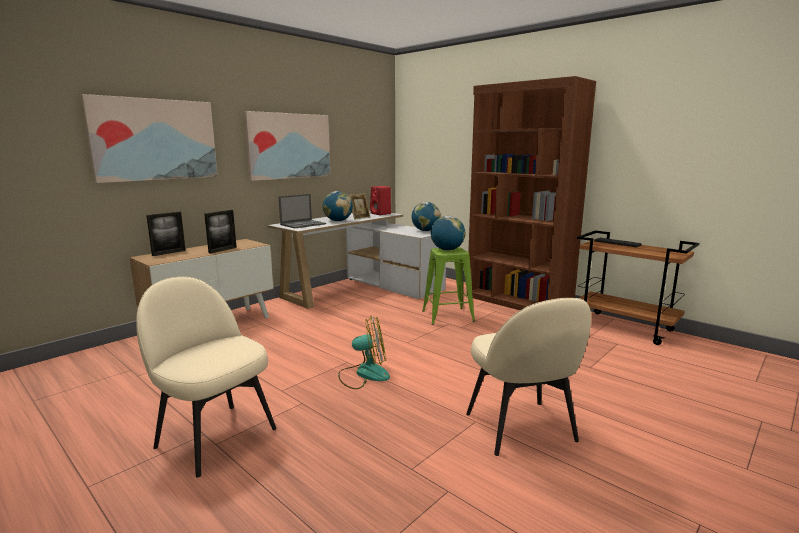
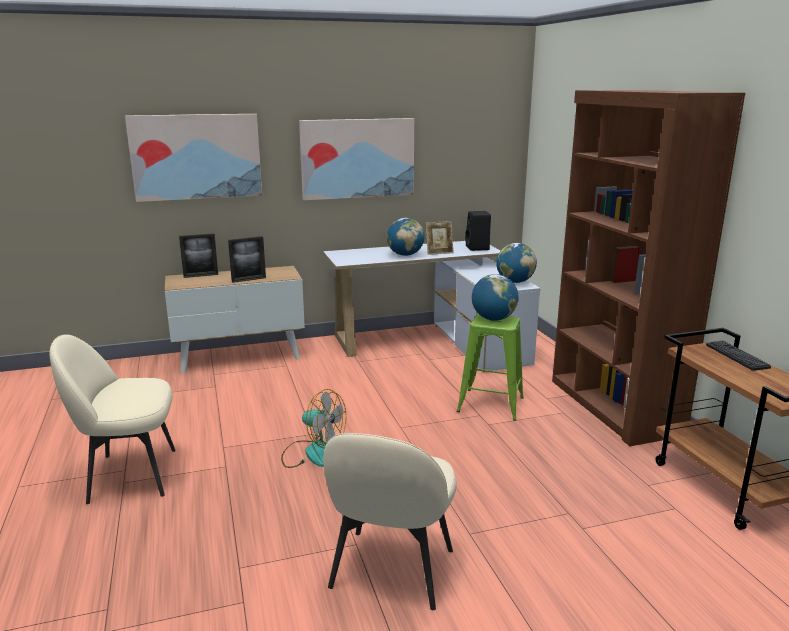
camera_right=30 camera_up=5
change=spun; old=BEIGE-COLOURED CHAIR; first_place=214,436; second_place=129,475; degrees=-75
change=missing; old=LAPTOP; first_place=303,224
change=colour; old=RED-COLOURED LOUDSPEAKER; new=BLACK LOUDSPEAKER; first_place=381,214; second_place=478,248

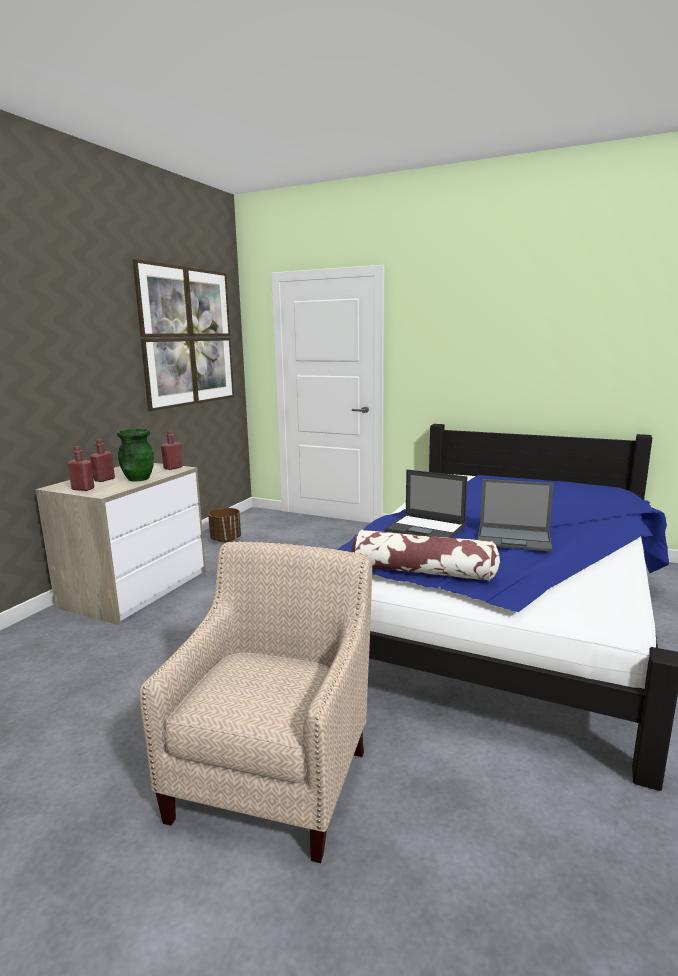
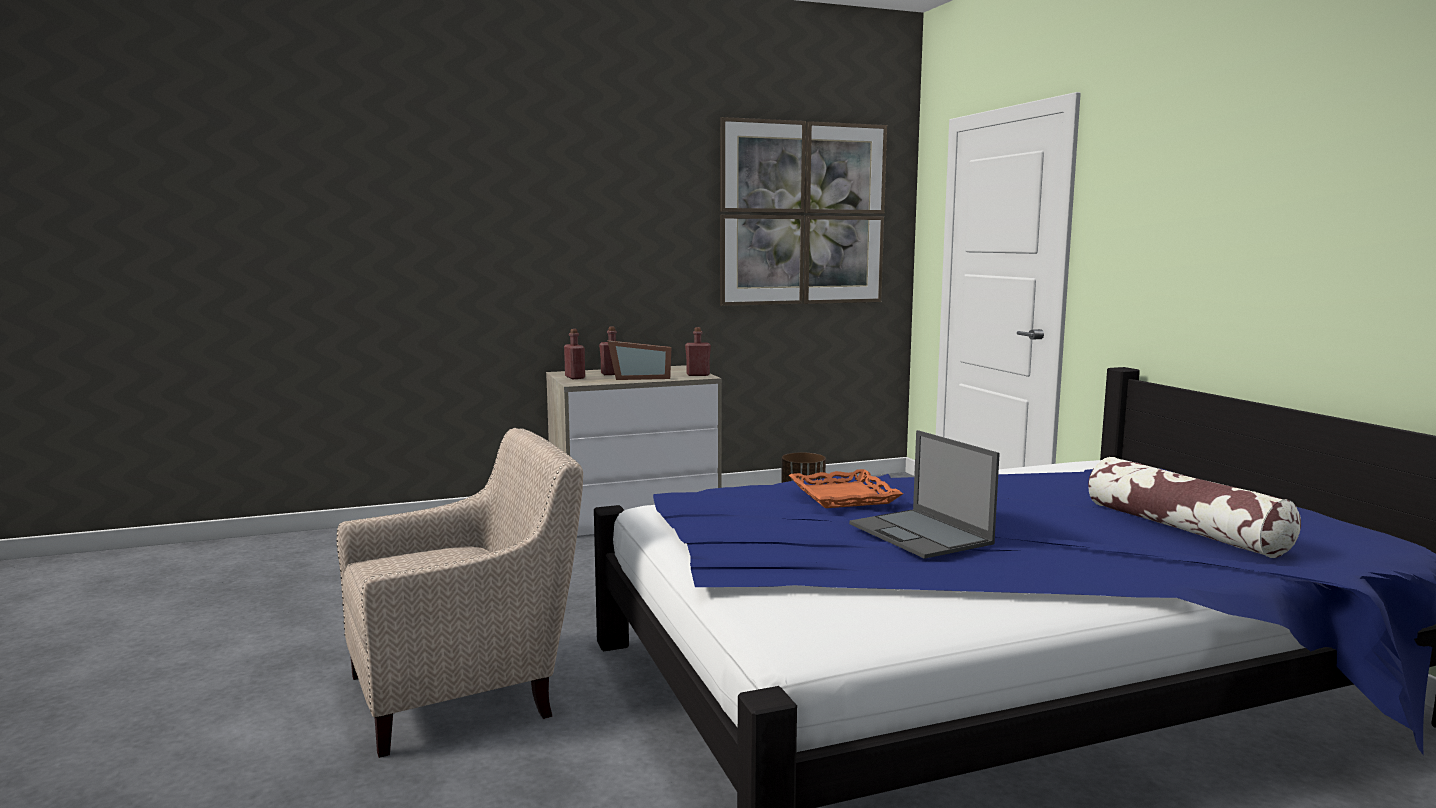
camera_right=45 camera_up=-5
change=exchanged; old=GREEN FLOWER VASE; new=STANDING FRAME; first_place=138,478; second_place=639,378
change=relocated; old=CUSHION; first_place=422,572; second_place=1182,529
change=exchanged; old=LAPTOP; new=ORANGE-COLOURED CARRYING TRAY; first_place=426,529; second_place=844,496

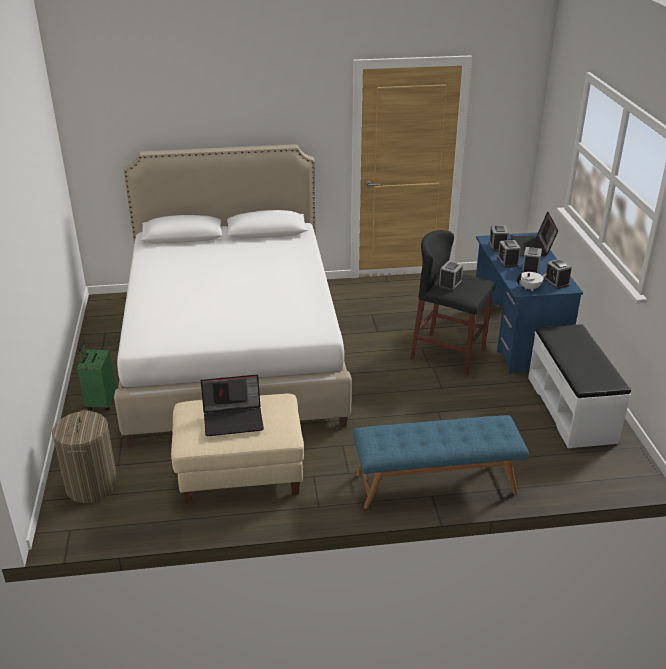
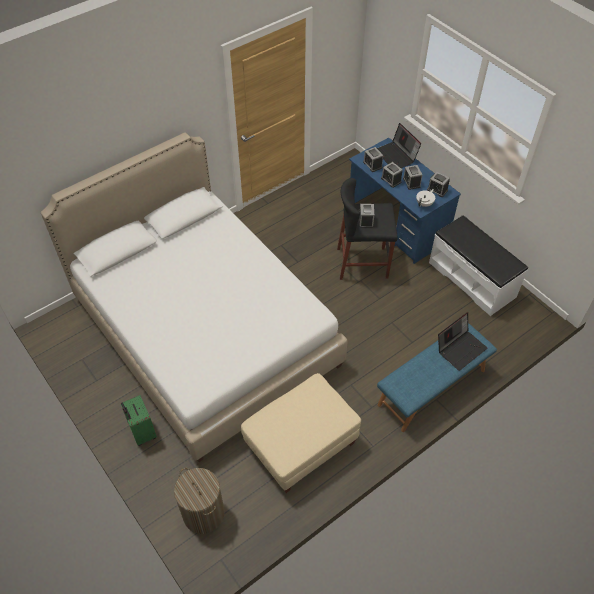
camera_right=-30 camera_up=20
change=relocated; old=LAPTOP; first_place=234,419; second_place=460,348

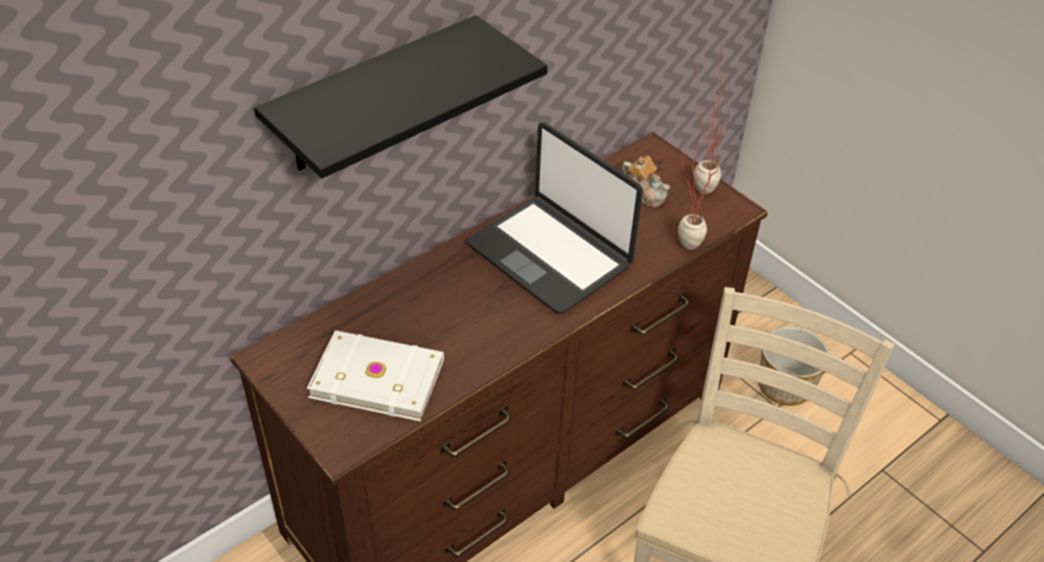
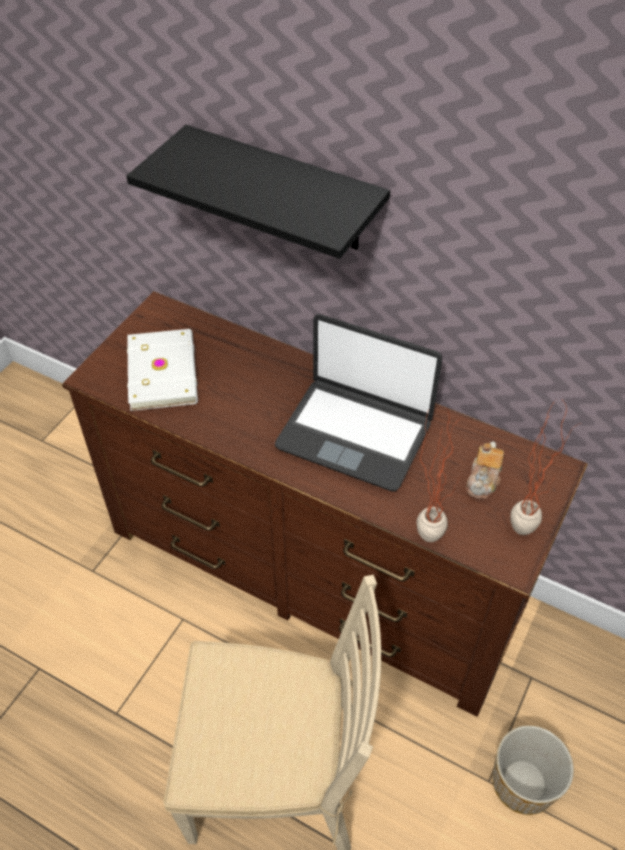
camera_right=70 camera_up=5
change=spun; old=LAPTOP; first_place=550,254; second_place=355,434; degrees=-90

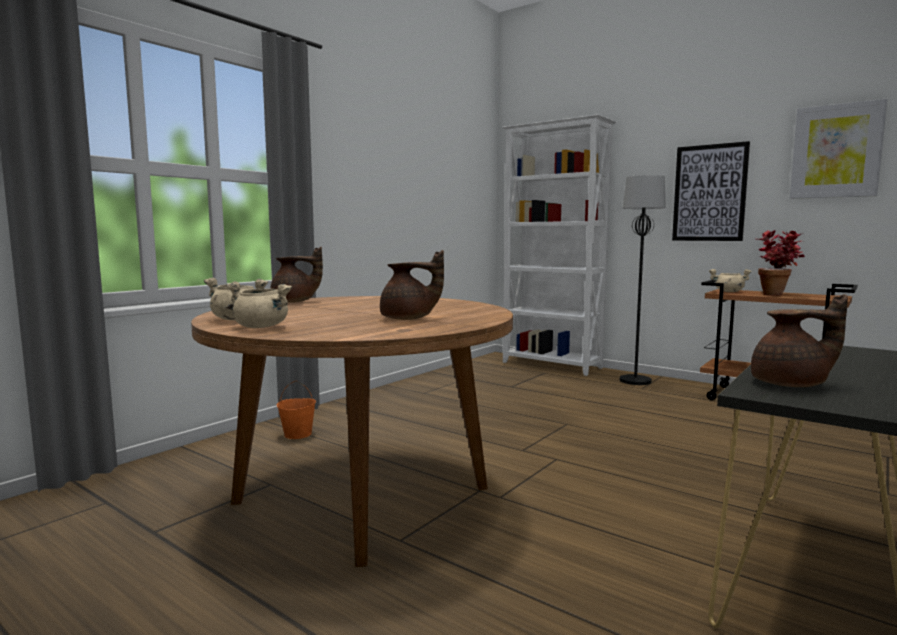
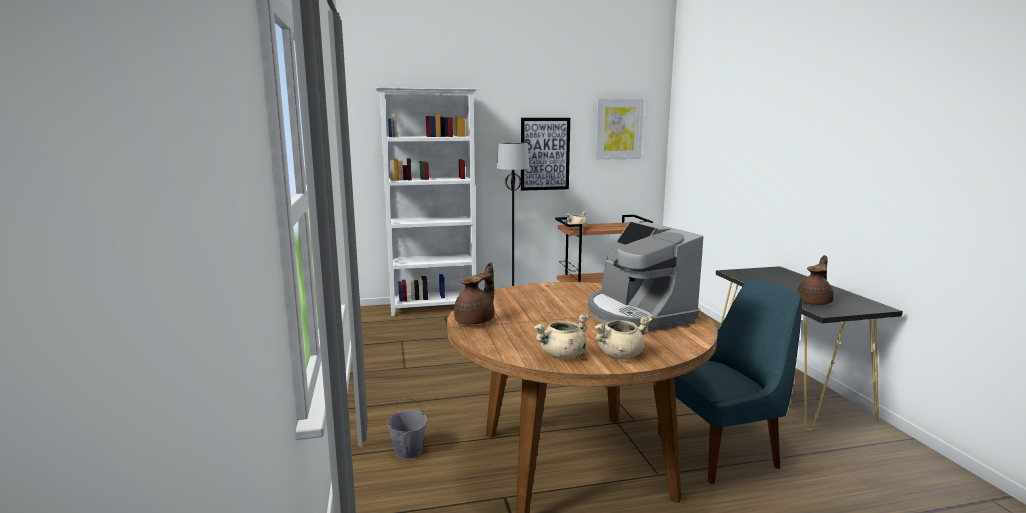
camera_right=-50 camera_up=5
change=colour; old=ORANGE-COLOURED BUCKET; new=GREY BUCKET; first_place=298,434; second_place=408,451
change=exchanged; old=BROWNISH TEA POT; new=COFFEE BREWER; first_place=408,319; second_place=637,314
change=missing; old=HOUSEPLANT; first_place=777,294
change=appeared; new=BLUE CHAIR; second_place=720,450

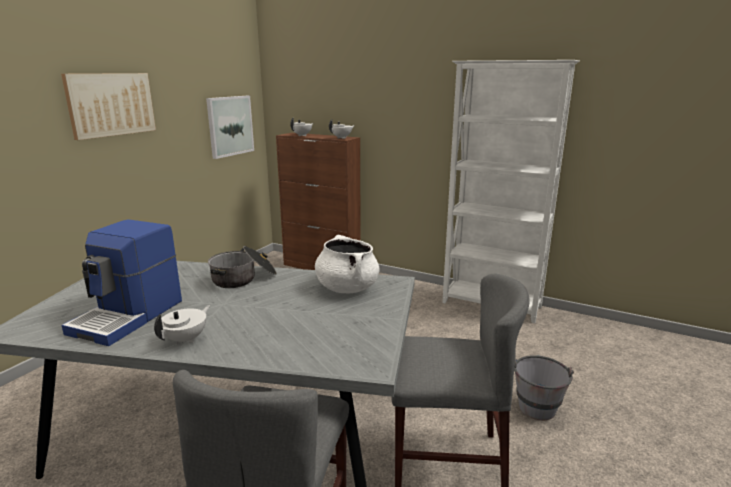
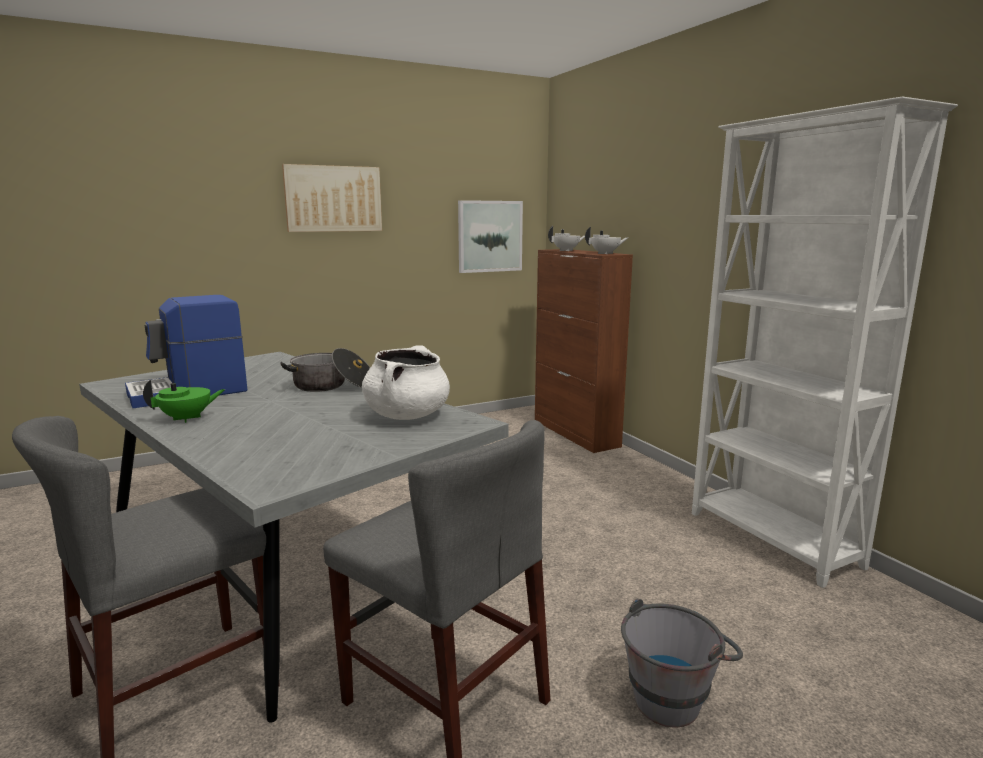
camera_right=35 camera_up=-5
change=colour; old=WHITE TEA POT; new=GREEN TEA POT; first_place=186,339; second_place=187,418

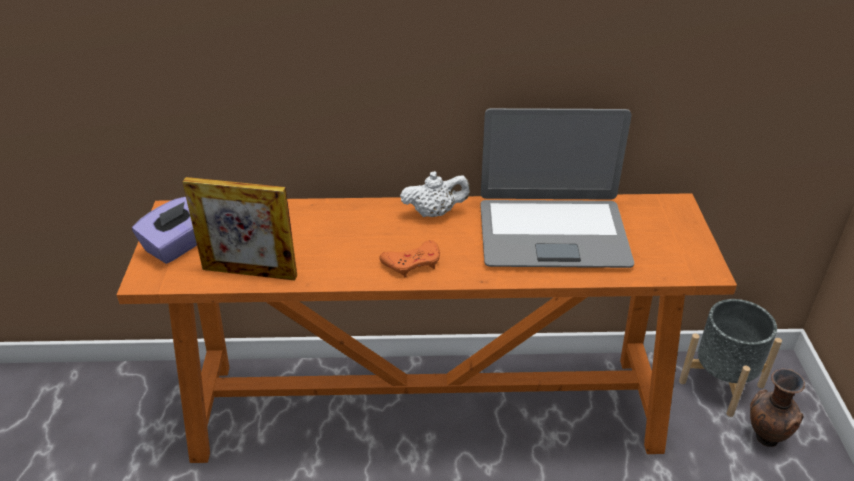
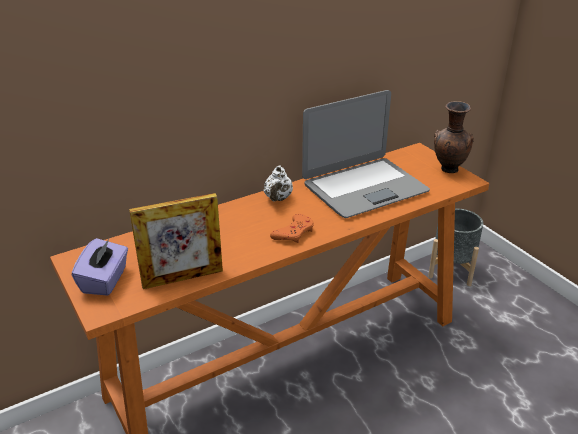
camera_right=-30 camera_up=-5
change=spun; old=WHITE TEA POT; first_place=435,213; second_place=278,199; degrees=135
change=relocated; old=BROWNISH FLOWER VASE; first_place=764,438; second_place=448,170

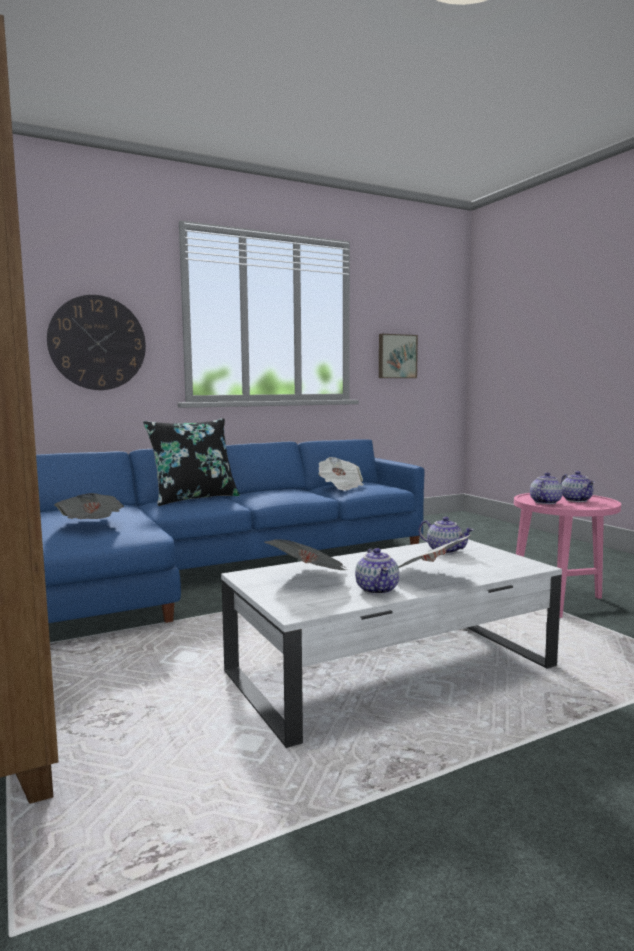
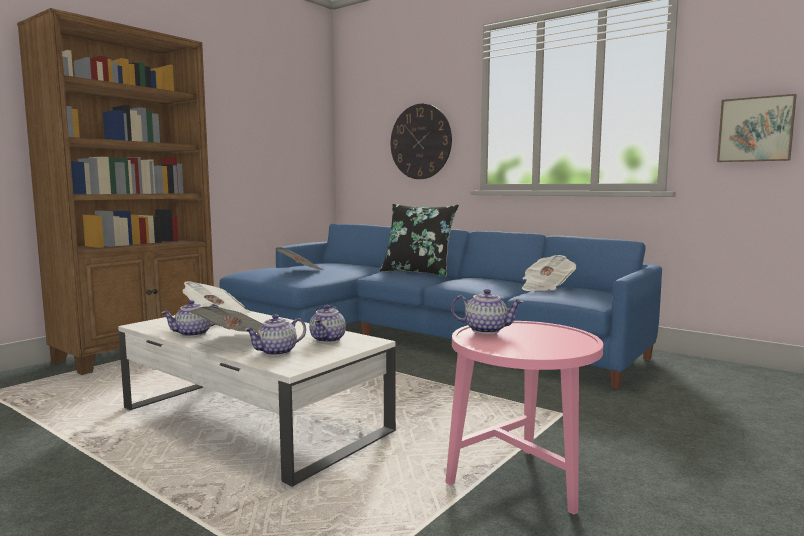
camera_right=65 camera_up=0
change=relocated; old=TEA POT; first_place=577,500; second_place=277,352

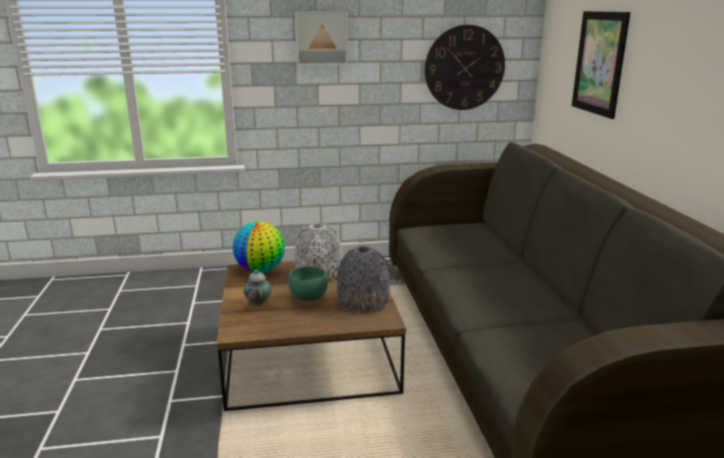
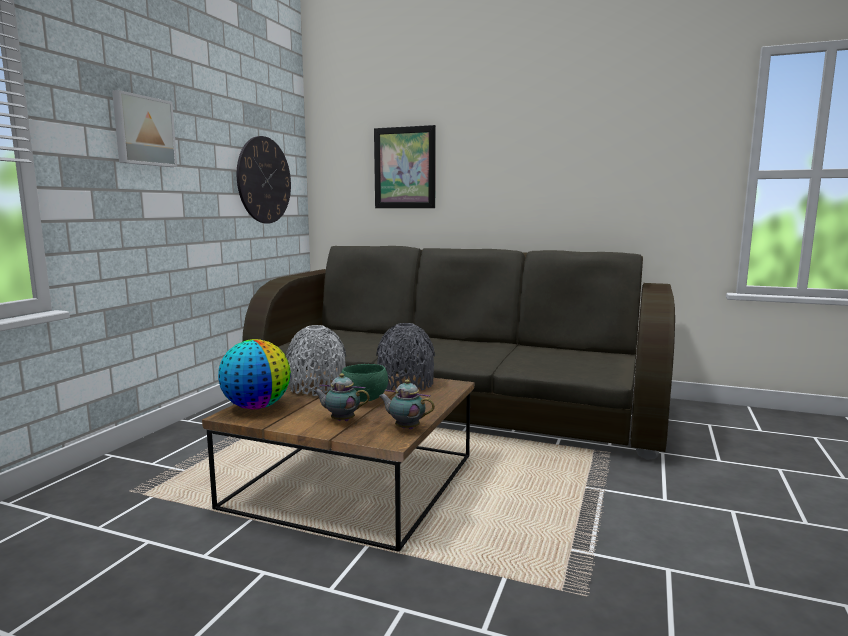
camera_right=-60 camera_up=-10
change=appeared; new=TEA POT; second_place=405,428

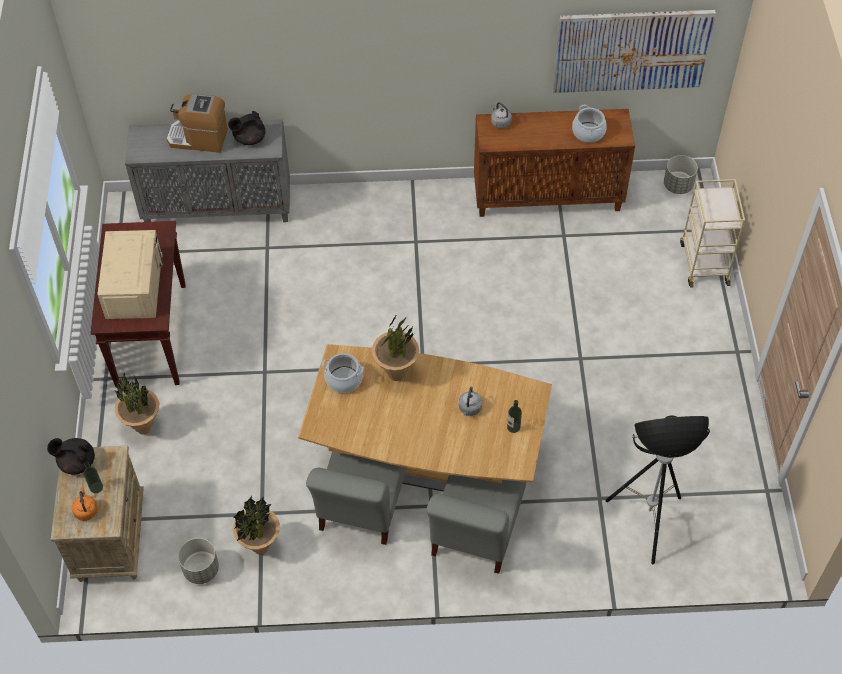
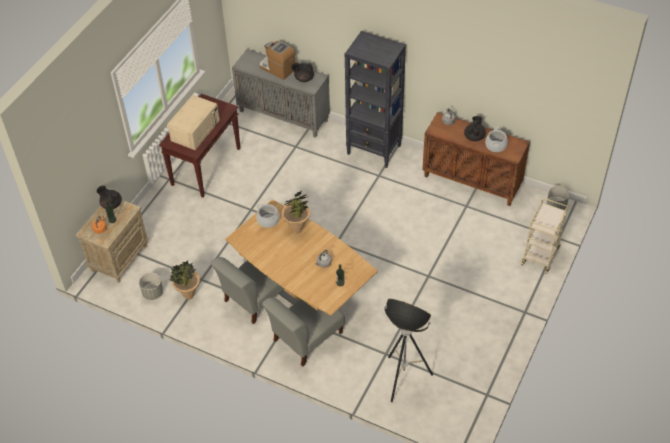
camera_right=30 camera_up=-5
change=missing; old=HOUSEPLANT; first_place=143,428
change=missing; old=WALL PICTURE; first_place=631,50
change=appeared; new=BLACK BOOKCASE; second_place=374,150
change=appeared; new=BLACK TEA POT; second_place=474,137

